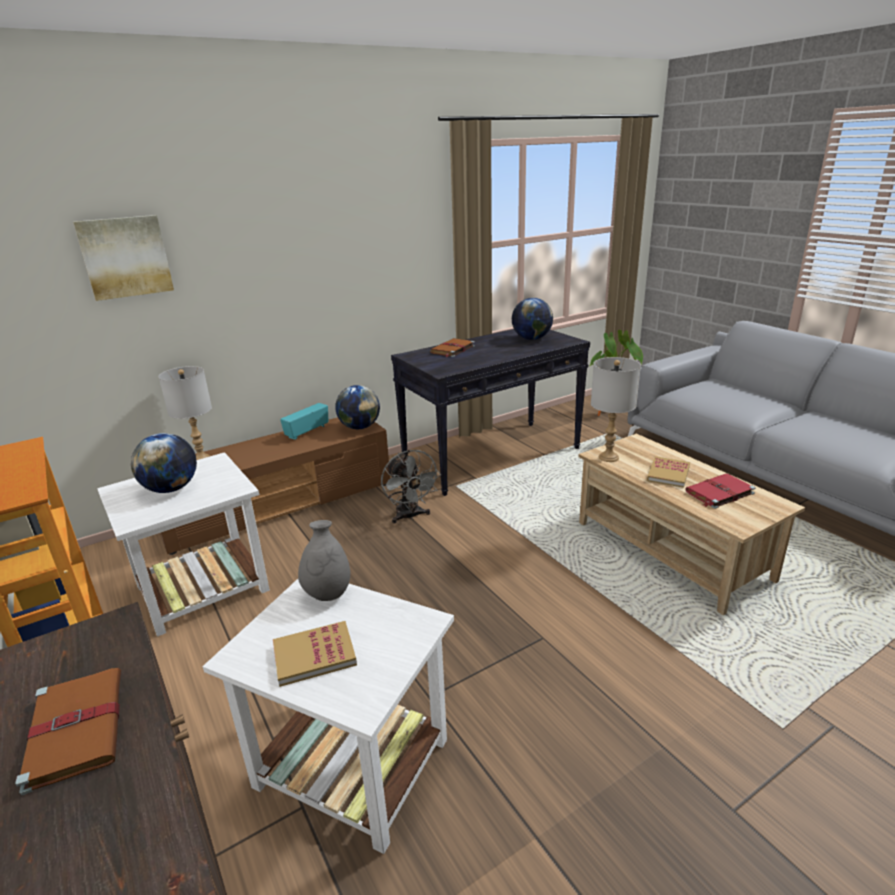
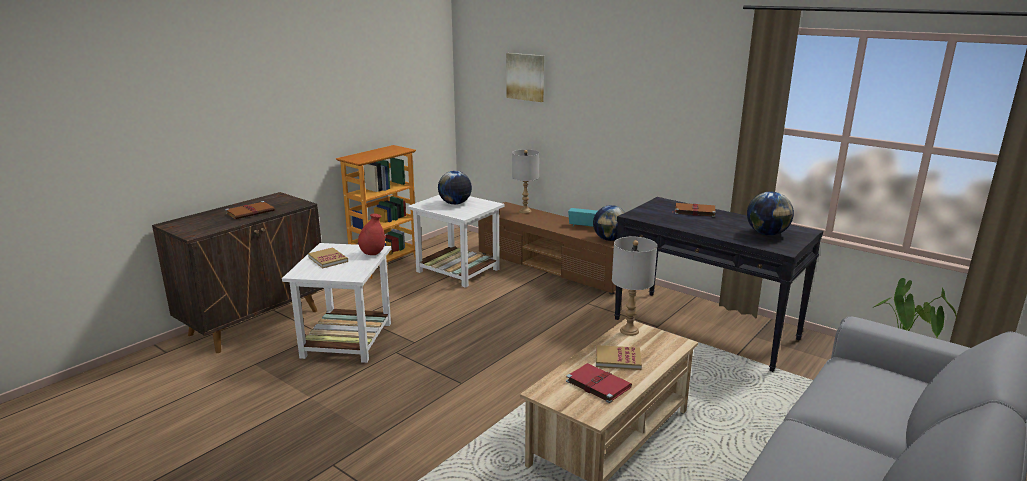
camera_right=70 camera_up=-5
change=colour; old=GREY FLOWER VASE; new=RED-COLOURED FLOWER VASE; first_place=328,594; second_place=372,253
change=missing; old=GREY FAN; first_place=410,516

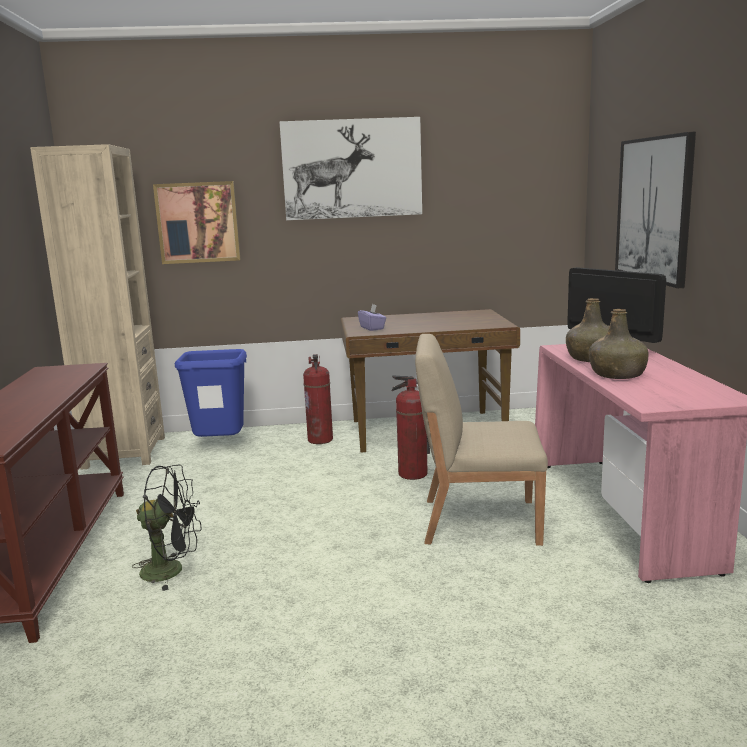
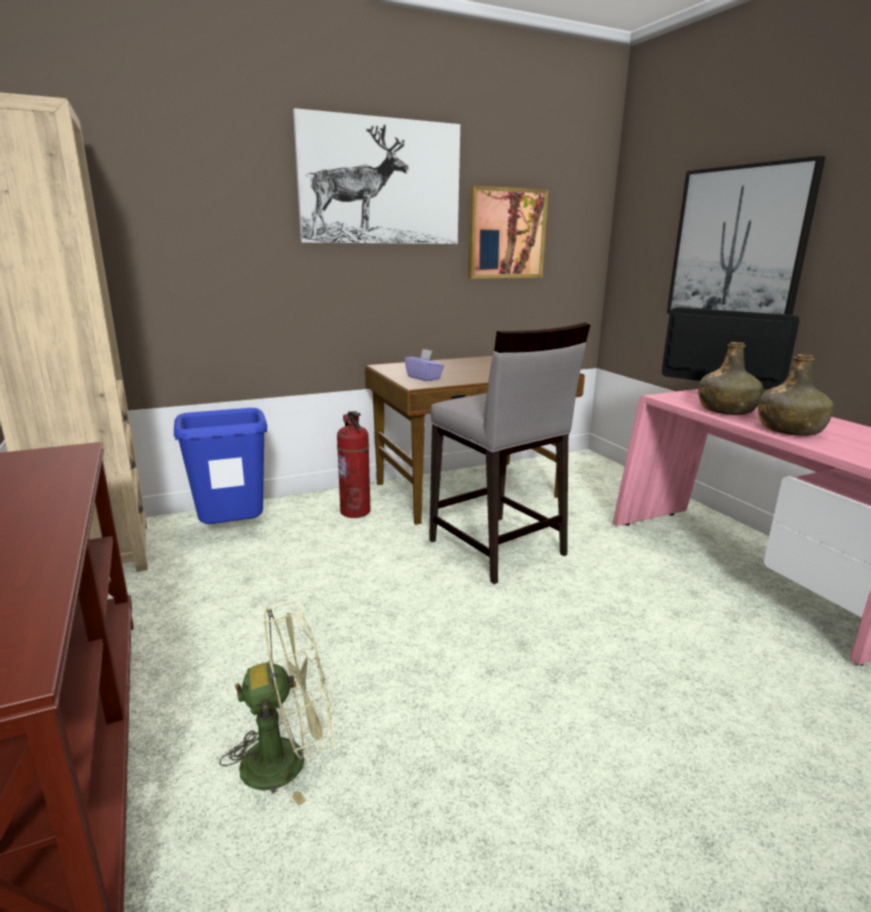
camera_right=-20 camera_up=5
change=colour; old=BLACK FAN; new=GREEN FAN; first_place=172,570; second_place=288,758
change=relocated; old=WALL PICTURE; first_place=198,222; second_place=506,233
change=exchanged; old=FIRE EXTINGUISHER; new=GREY SITTING STOOL; first_place=413,474; second_place=497,548
change=missing; old=BEIGE-COLOURED CHAIR; first_place=478,521

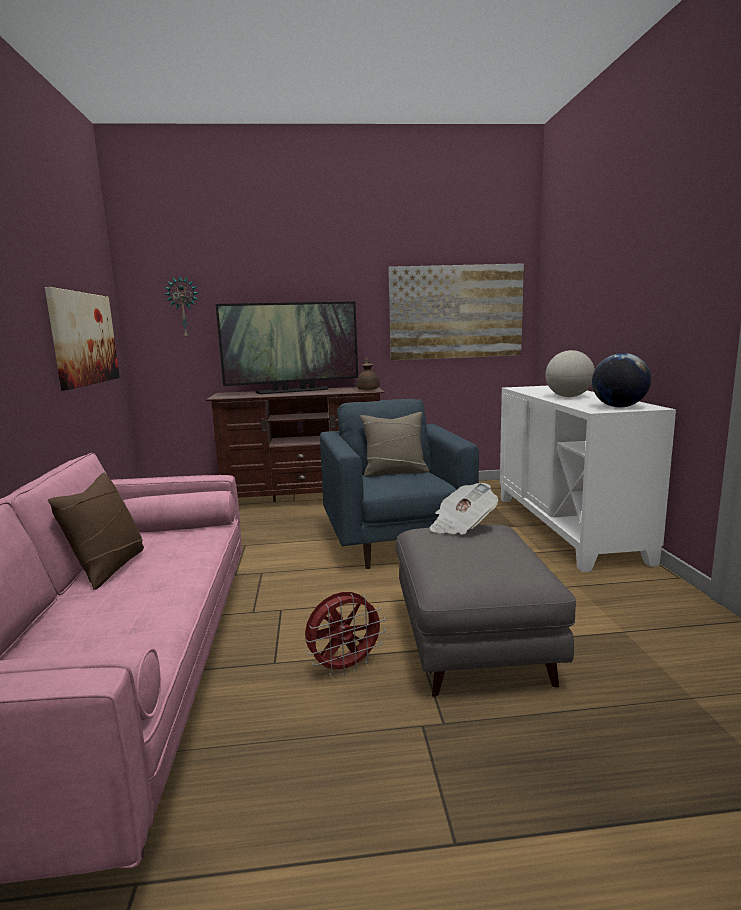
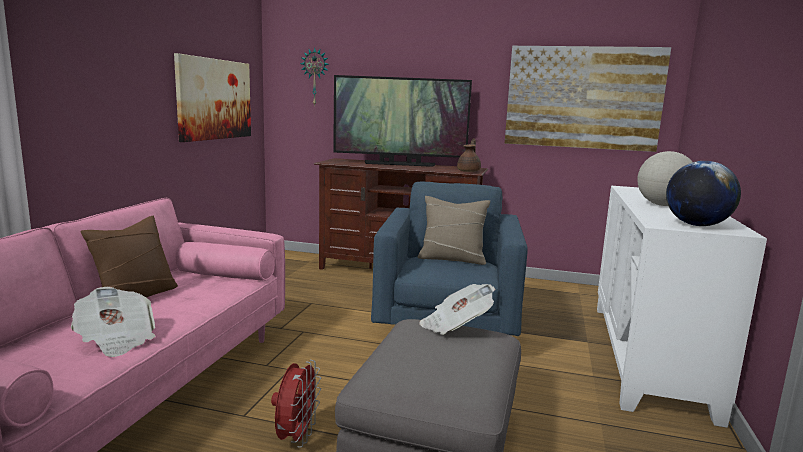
camera_right=20 camera_up=0
change=spun; old=RED-COLOURED FAN; first_place=345,667; second_place=296,438; degrees=-75
change=appeared; new=NEWSPAPER; second_place=116,340

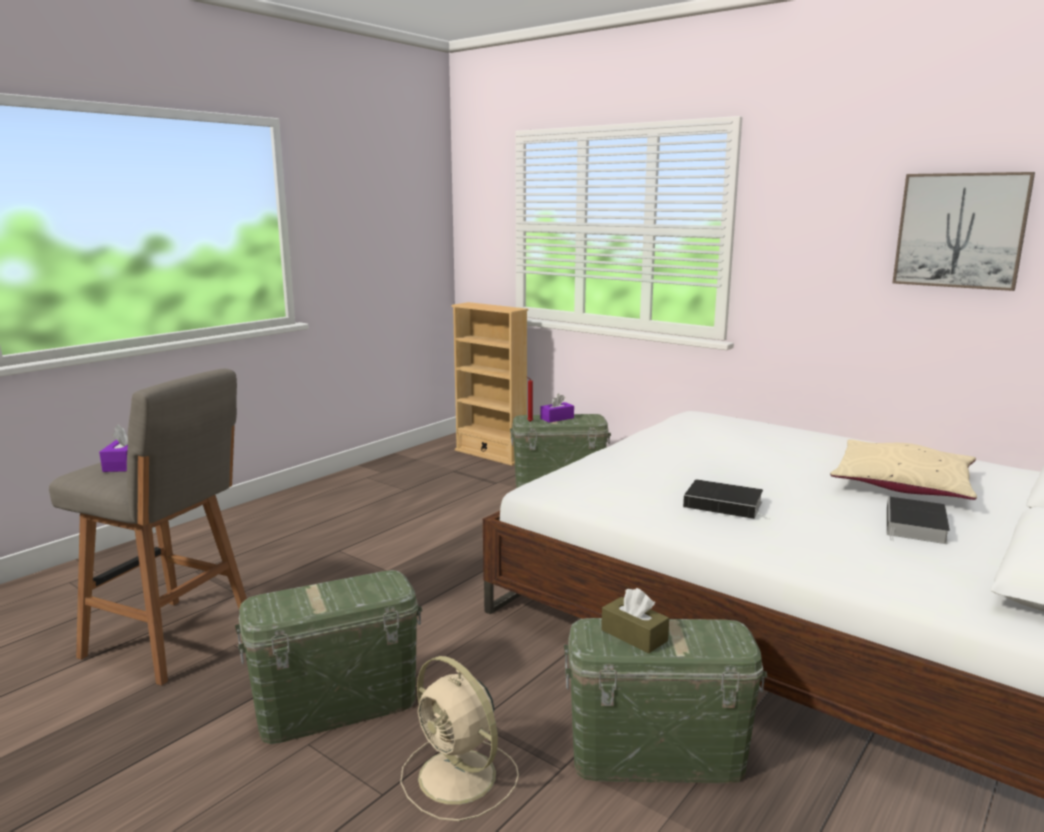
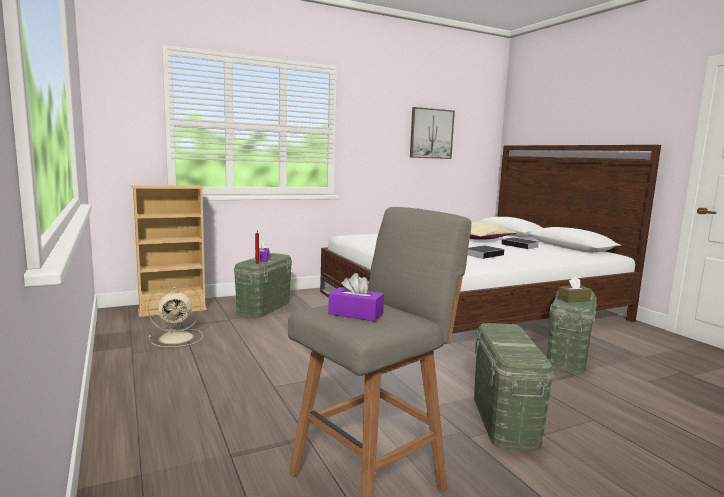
camera_right=-65 camera_up=-5
change=relocated; old=BEIGE-COLOURED FAN; first_place=459,778; second_place=178,338

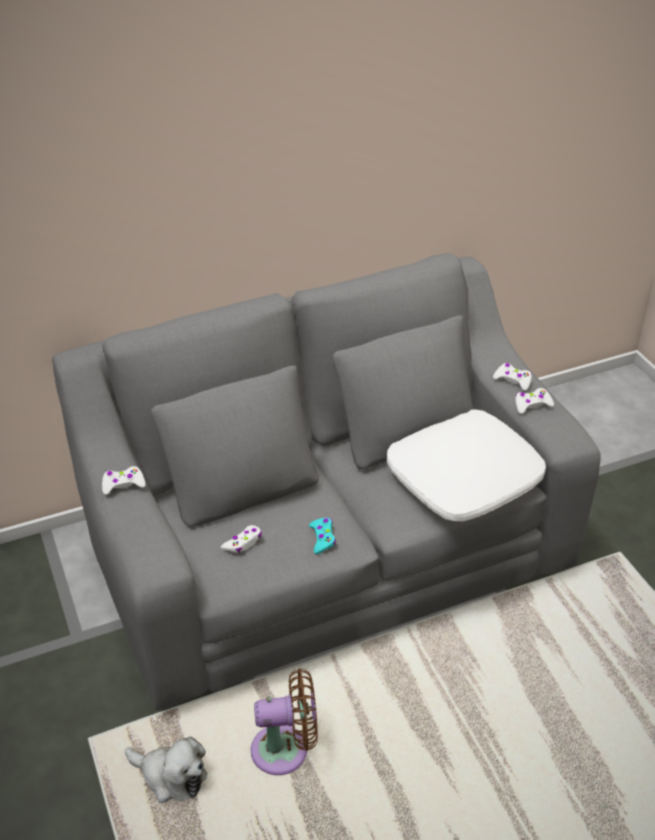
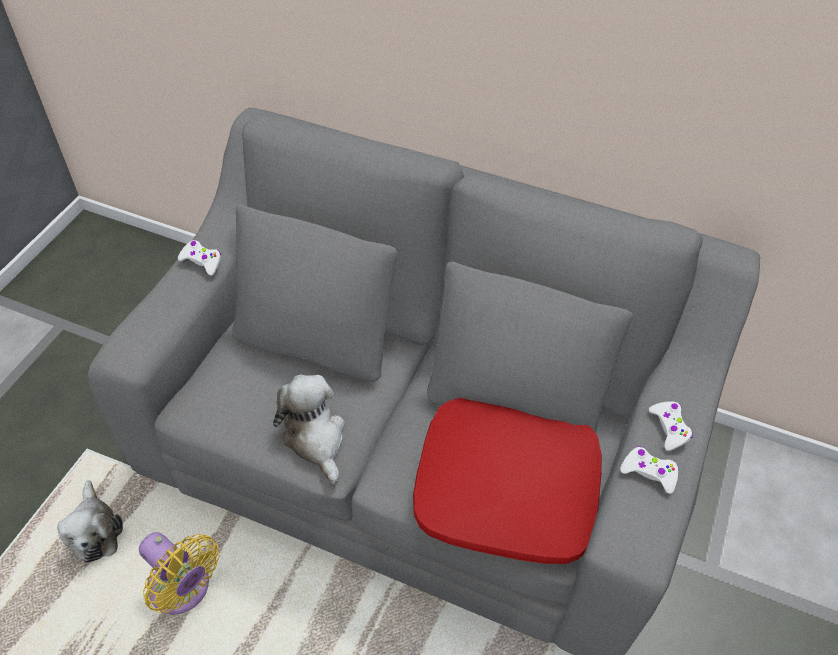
camera_right=45 camera_up=10
change=missing; old=WHITE GAMEPAD; first_place=243,543
change=colour; old=BROWNISH FAN; new=YELLOWISH FAN; first_place=286,750; second_place=184,590
change=exchanged; old=BLUE-GREEN GAMEPAD; new=PLUSH TOY; first_place=322,538; second_place=315,438
change=colour; old=WHITE CUSHION; new=RED-COLOURED CUSHION; first_place=463,477; second_place=506,488

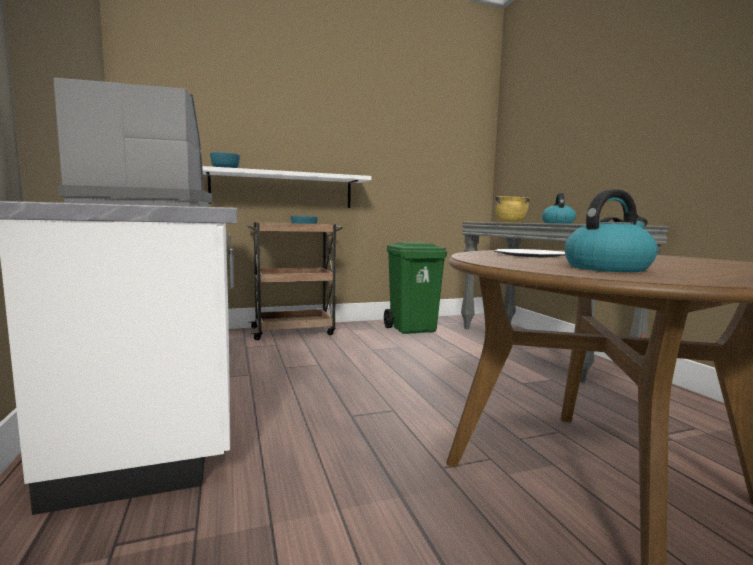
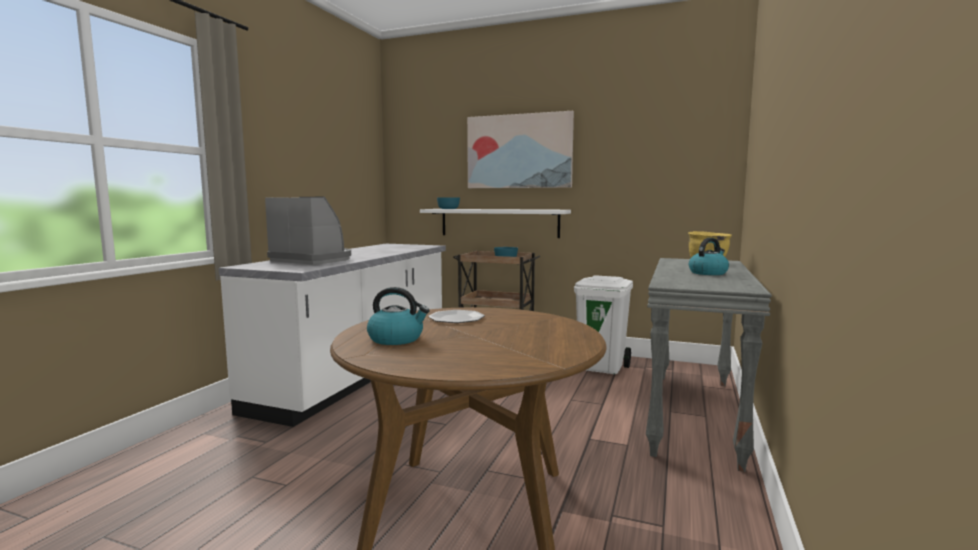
camera_right=40 camera_up=0
change=colour; old=GREEN TRASH CAN; new=WHITE TRASH CAN; first_place=413,329; second_place=602,367
change=appeared; new=WALL PICTURE; second_place=519,151

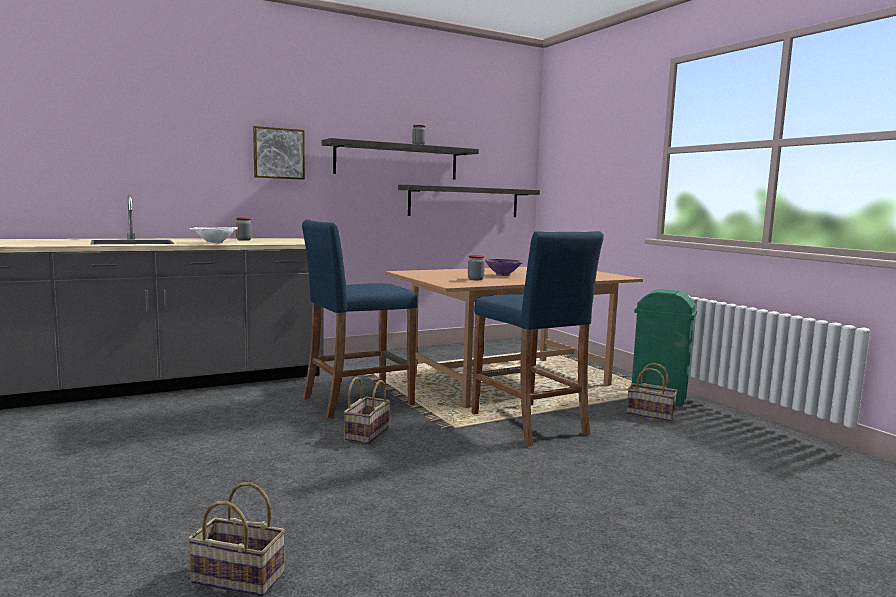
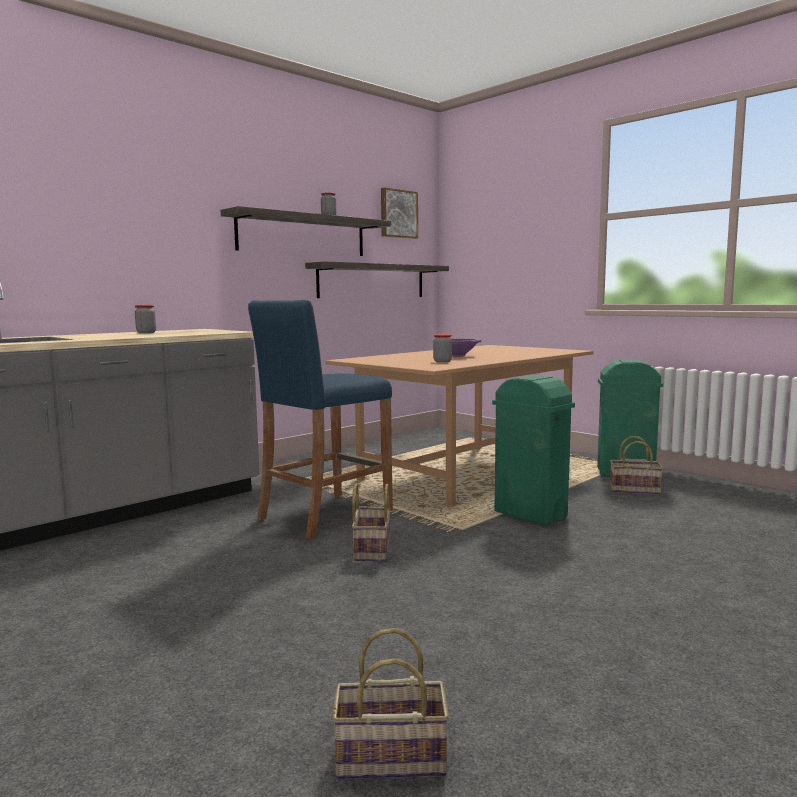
camera_right=-15 camera_up=0
change=missing; old=WHITE DEEP DISH; first_place=214,243
change=relocated; old=WALL PICTURE; first_place=278,153; second_place=398,214
change=exchanged; old=BLUE SITTING STOOL; new=GREEN TRASH CAN; first_place=528,423; second_place=531,515

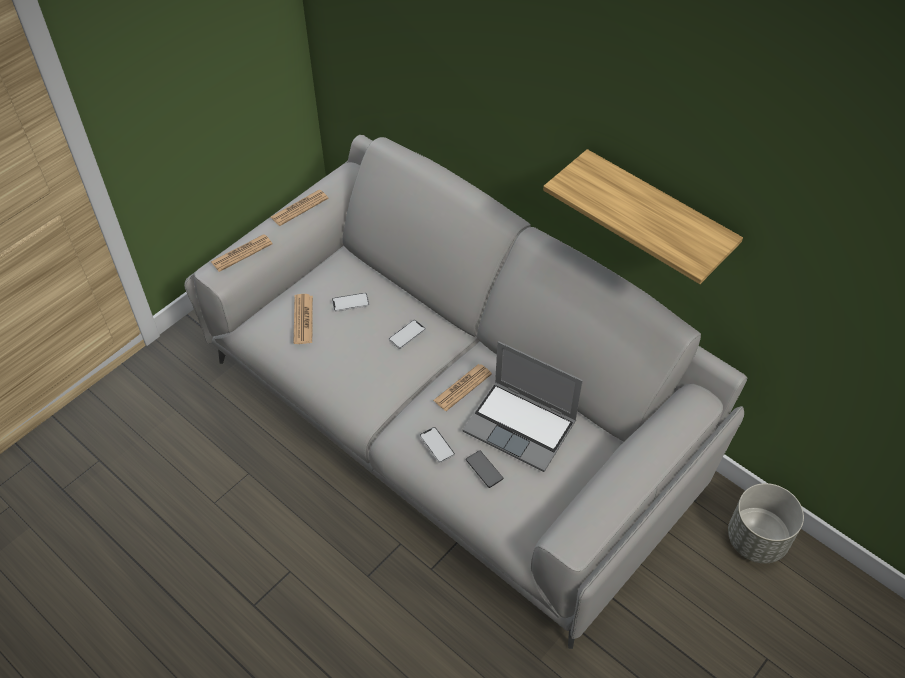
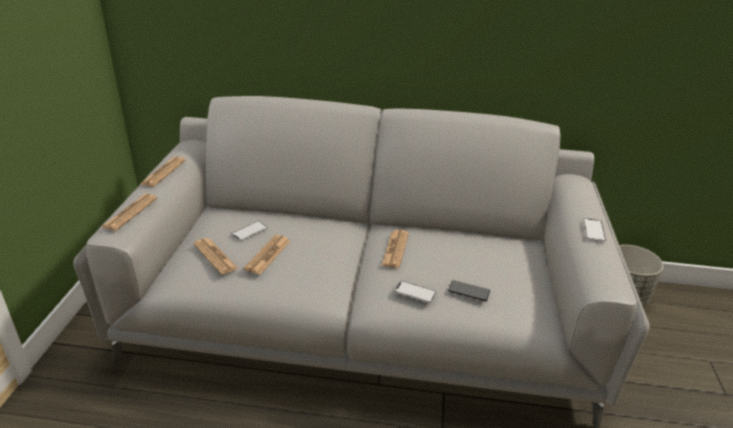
camera_right=-35 camera_up=-20
change=relocated; old=PHONE; first_place=407,335; second_place=593,230
change=missing; old=LAPTOP; first_place=521,426
change=missing; old=WALL SHELF; first_place=657,215
change=appeared; new=NEWSPAPER; second_place=268,255

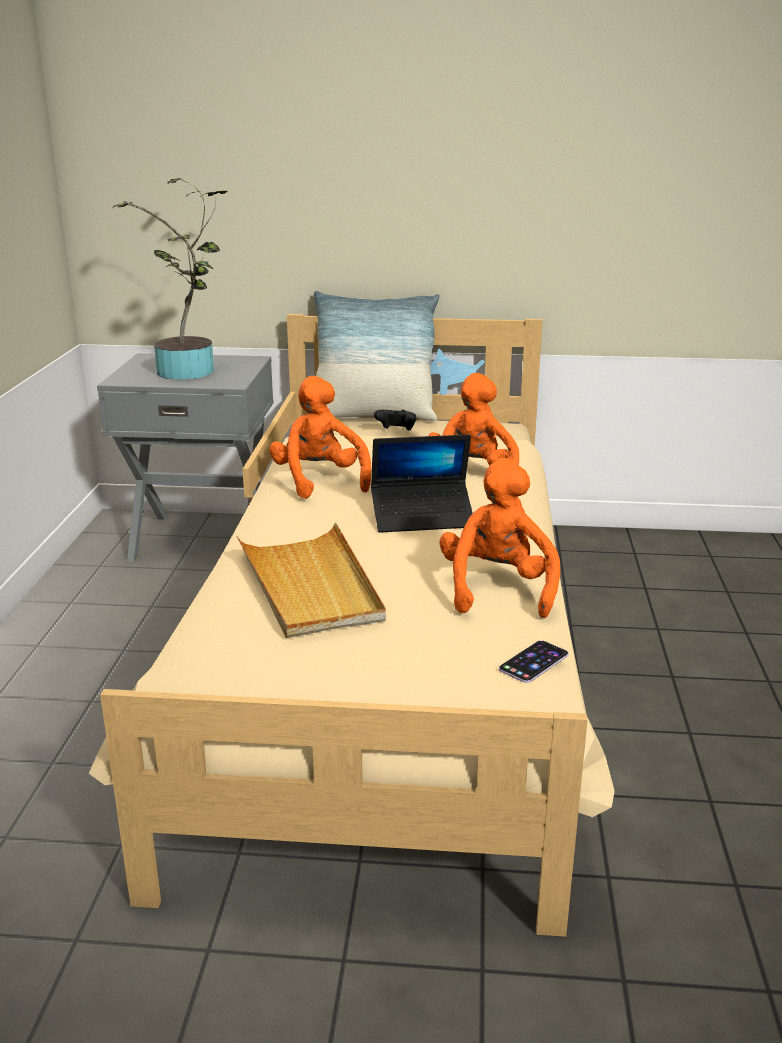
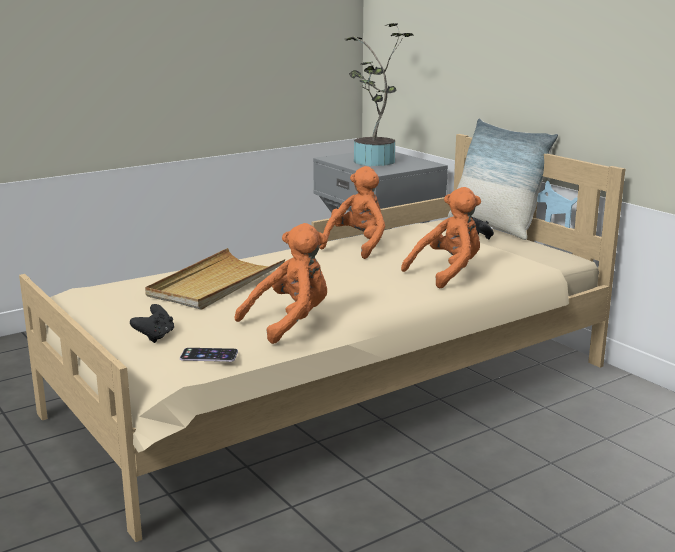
camera_right=50 camera_up=-5
change=missing; old=LAPTOP; first_place=422,517
change=appeared; new=BLACK GAMEPAD; second_place=155,337

